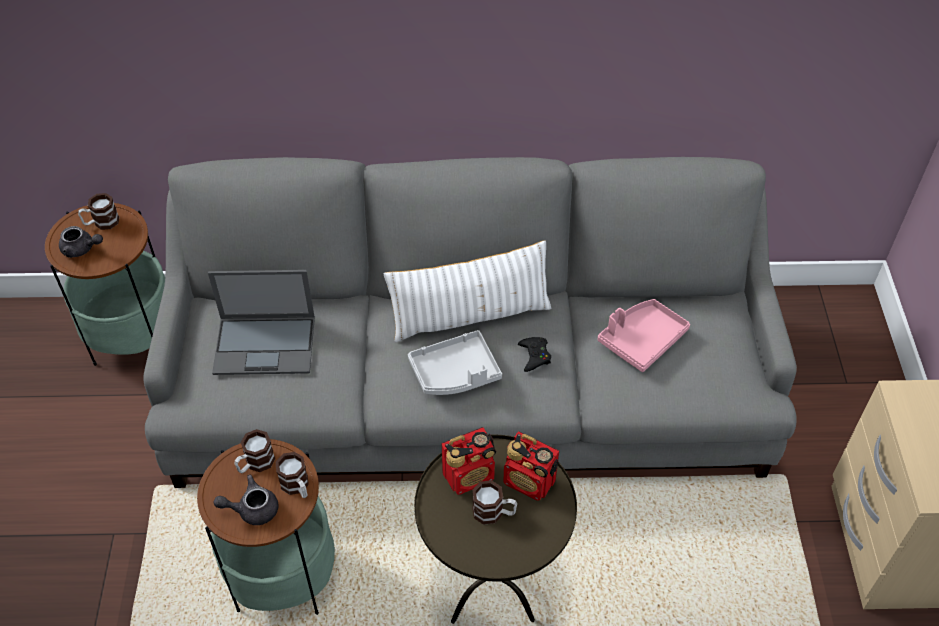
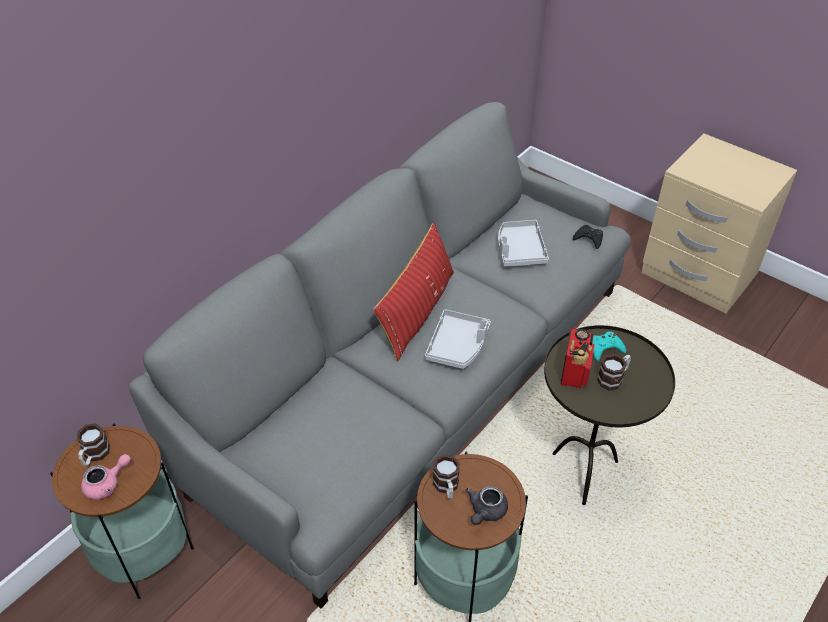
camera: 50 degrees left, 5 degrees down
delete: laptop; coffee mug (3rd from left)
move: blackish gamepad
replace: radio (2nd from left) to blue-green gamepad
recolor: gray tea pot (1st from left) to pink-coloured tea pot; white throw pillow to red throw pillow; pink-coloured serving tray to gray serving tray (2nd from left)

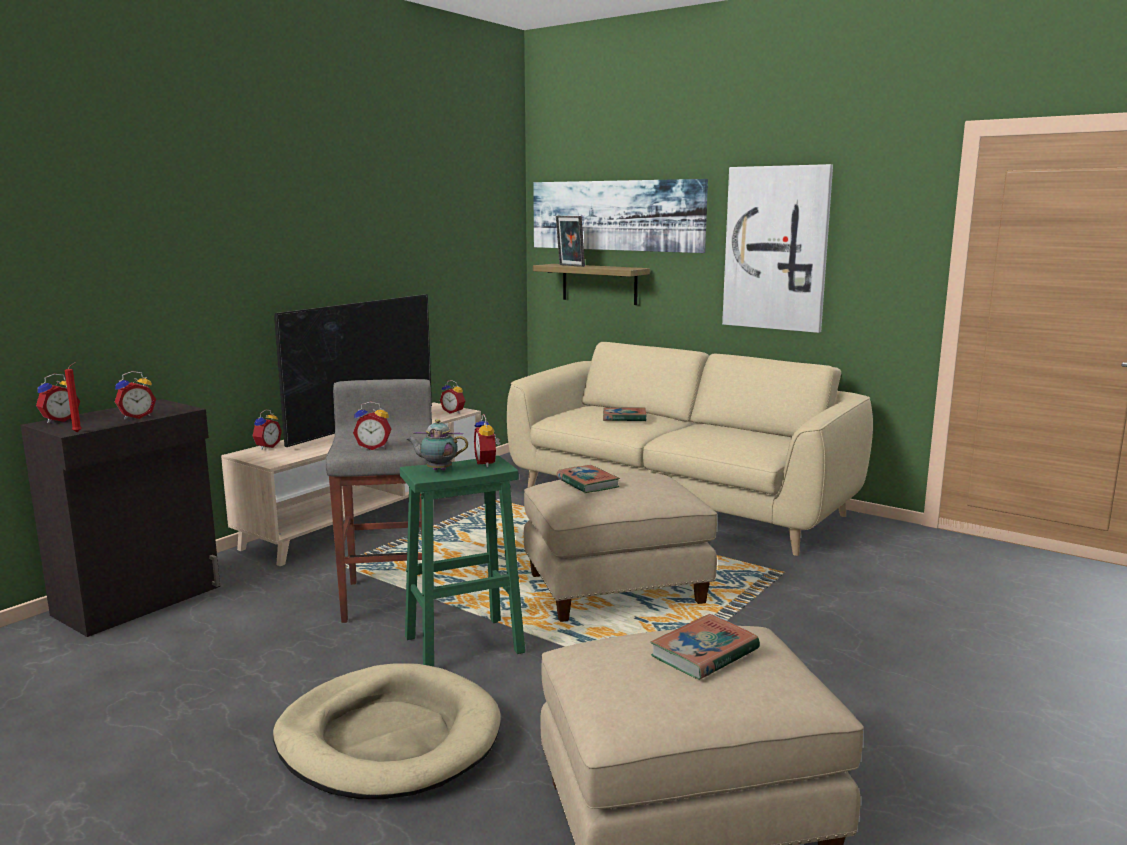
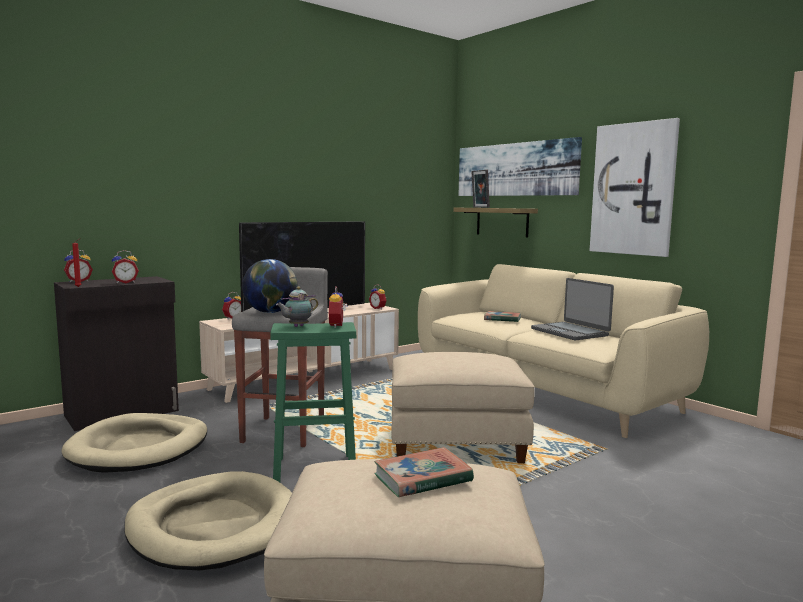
camera: 15 degrees right, 5 degrees down
delete: bound book (1st from left)
insert: beige dog cushion (1st from left); laptop
replace: table clock (4th from left) to world globe
rotate: tea pot 60 degrees counterclockwise

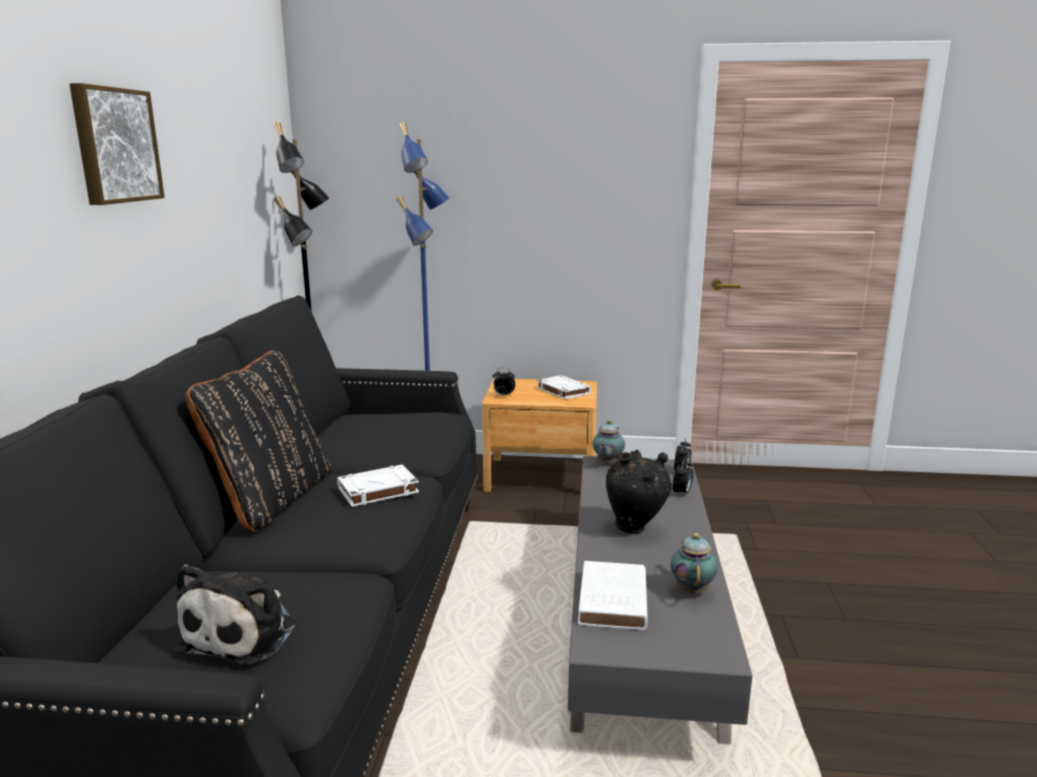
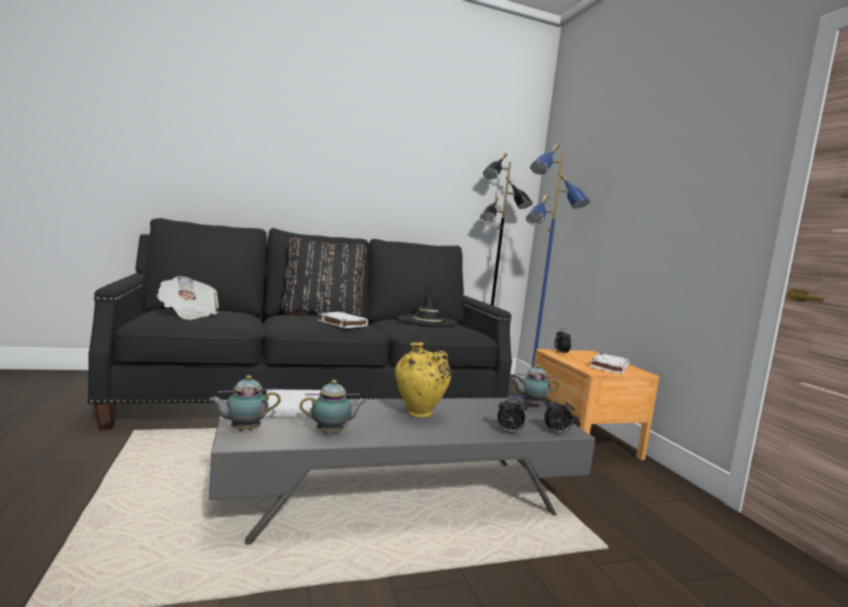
camera: 65 degrees right, 10 degrees down
delete: picture
insert: tea pot (1st from left); blackish clothing hat
replace: cuddly toy to printed paper
recolor: blackish flower vase to yellow-coloured flower vase

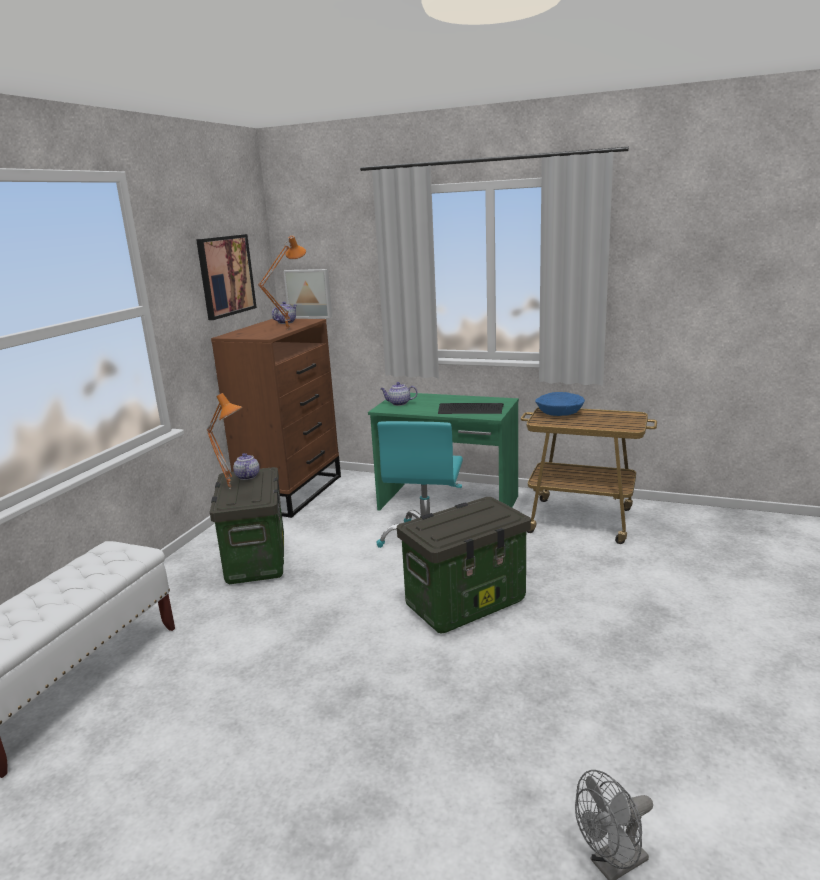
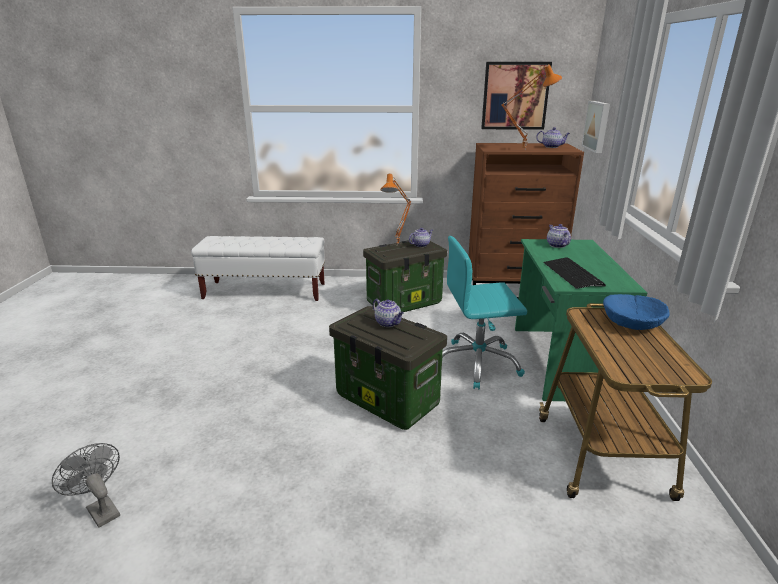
camera: 70 degrees right, 5 degrees up
insert: tea pot (1st from left)

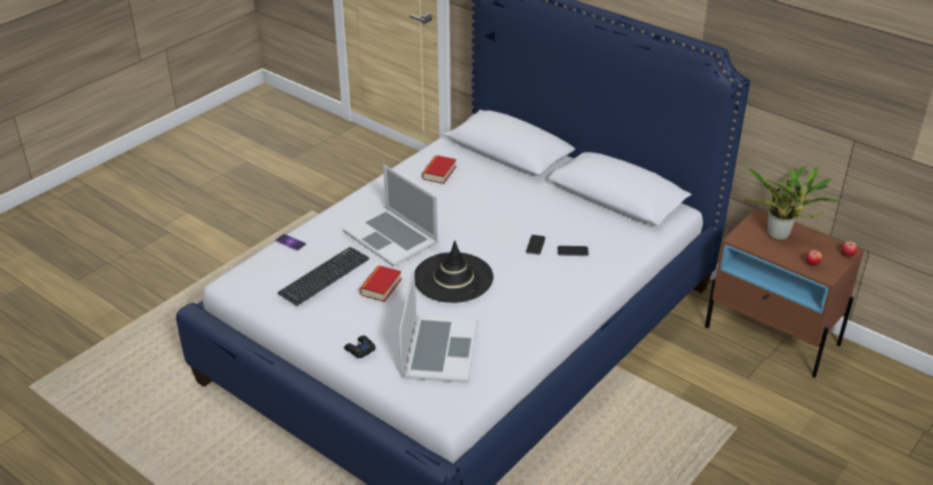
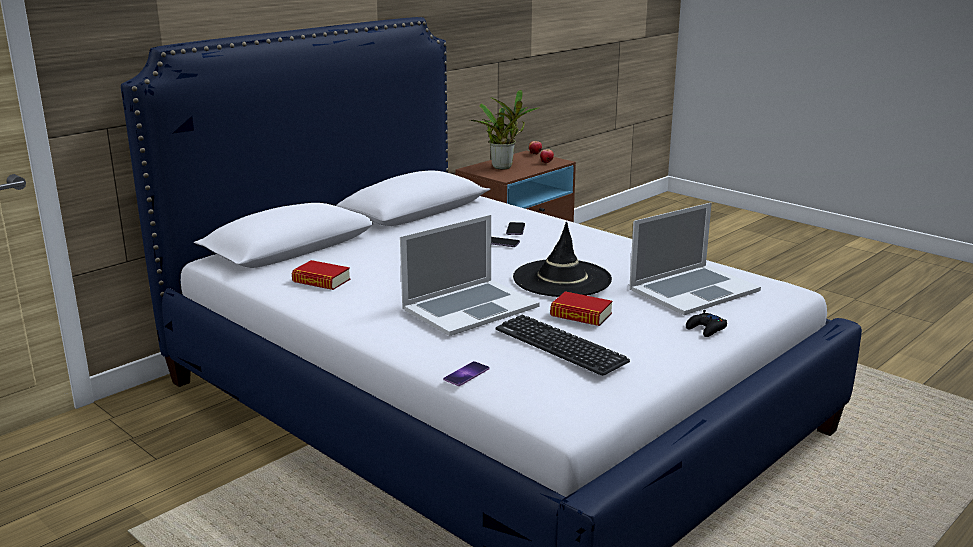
camera: 85 degrees left, 15 degrees down
rotate: laptop (2nd from left) 135 degrees clockwise

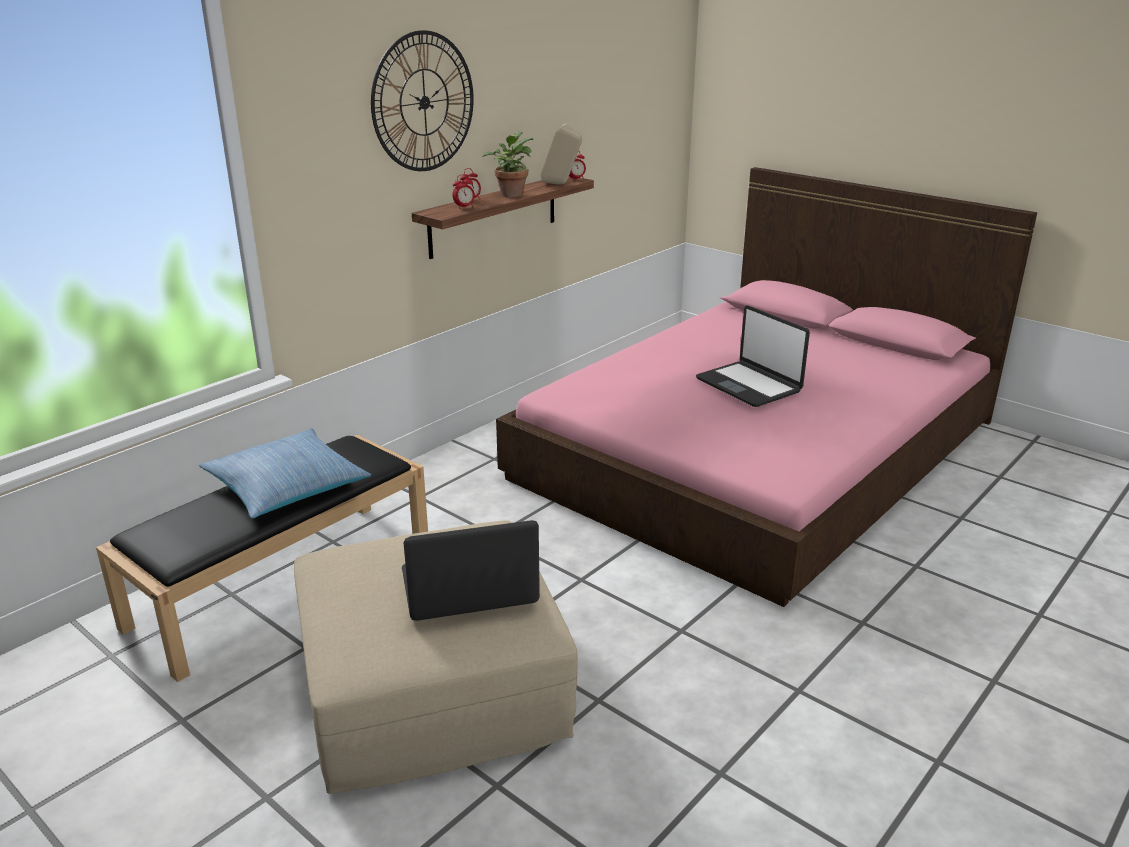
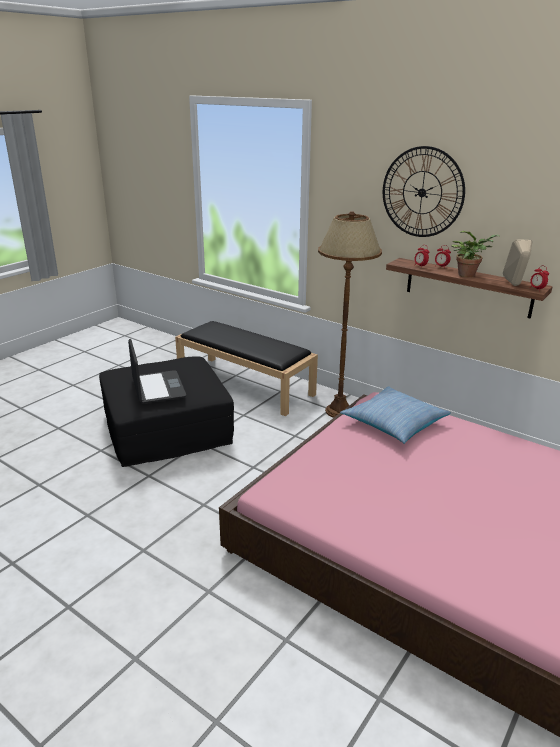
camera: 85 degrees right, 0 degrees up
delete: laptop (2nd from left)
insert: brown standard lamp
move: throw pillow
recolor: beige footrest to blackish footrest

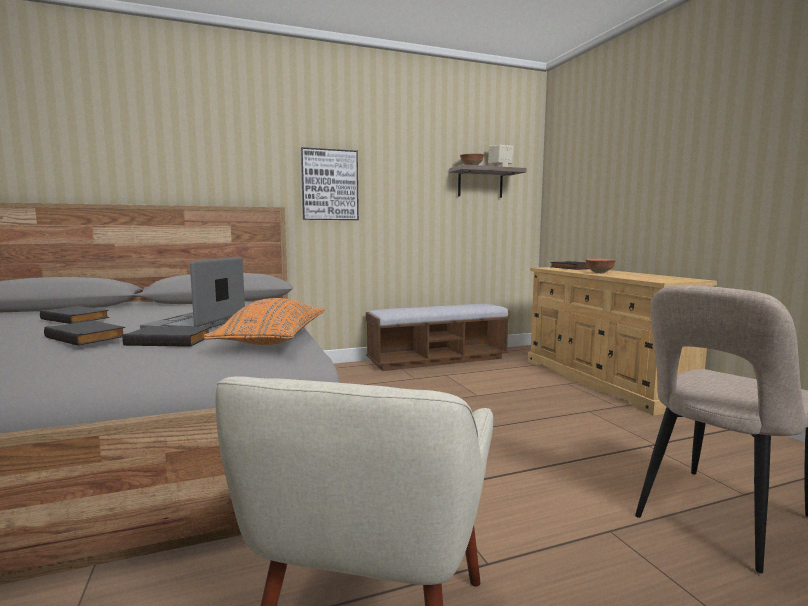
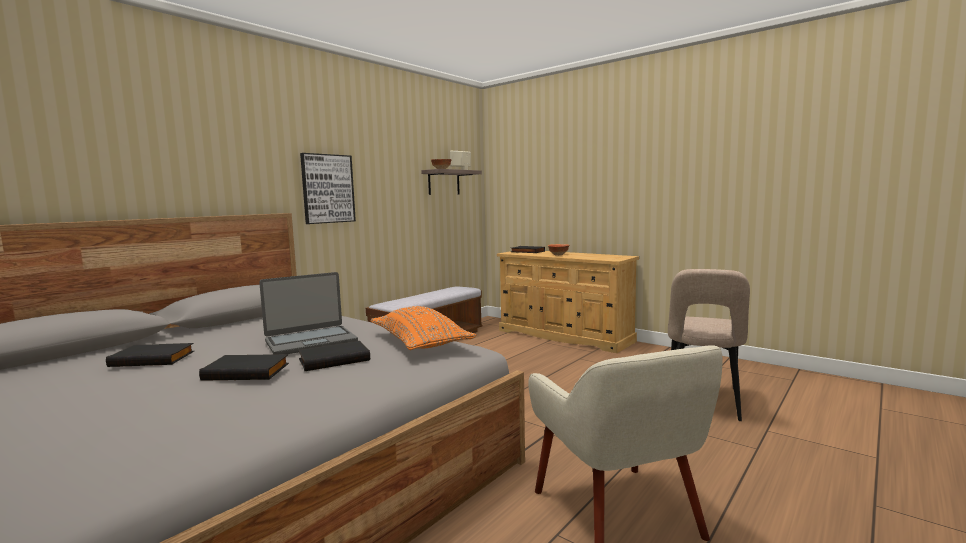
camera: 30 degrees left, 0 degrees up
rotate: laptop 105 degrees counterclockwise

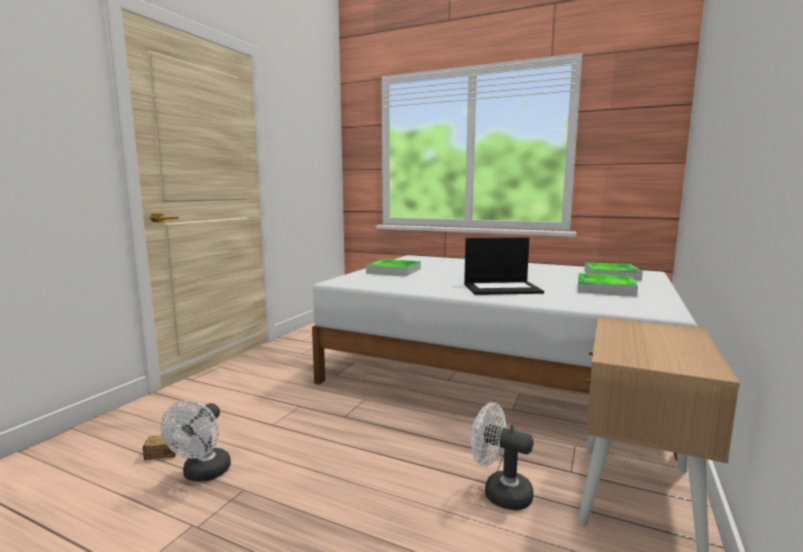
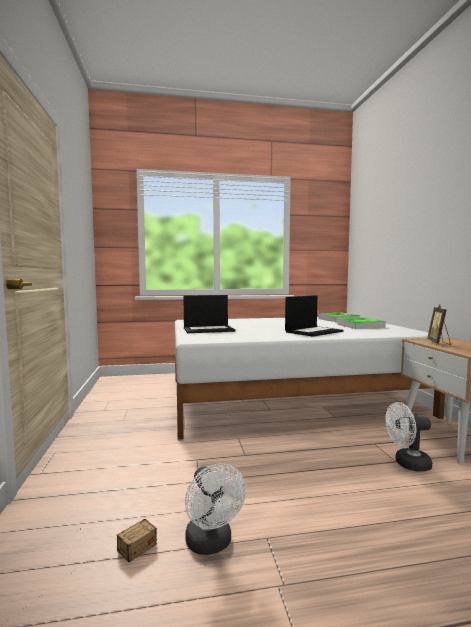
camera: 35 degrees left, 5 degrees down
insert: standing frame
replace: serving tray (1st from left) to laptop (1st from left)

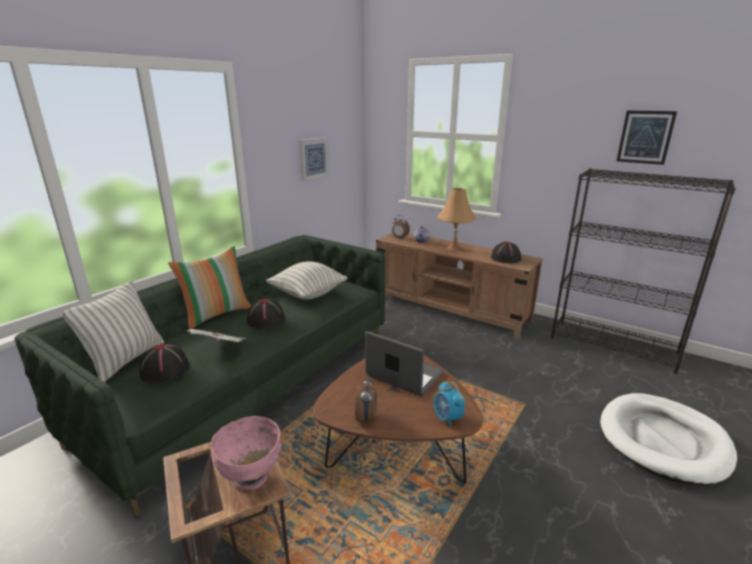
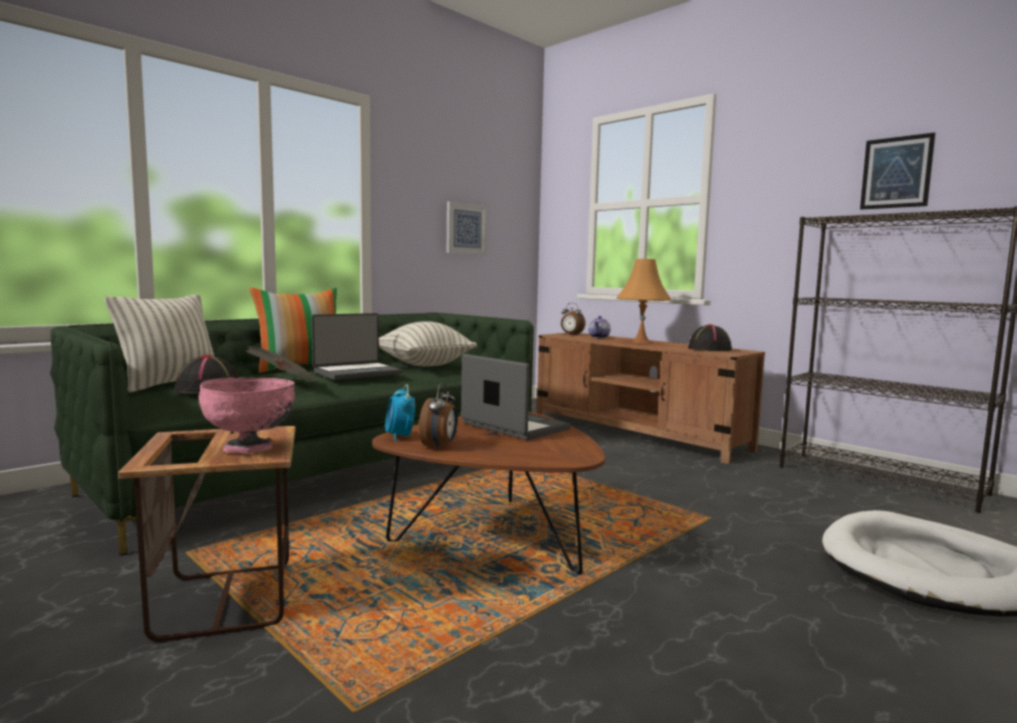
camera: 10 degrees right, 15 degrees down
move: table clock (3rd from left in the first image) to table clock (1st from left)
replace: blackish clothing hat (2nd from left) to laptop (1st from left)

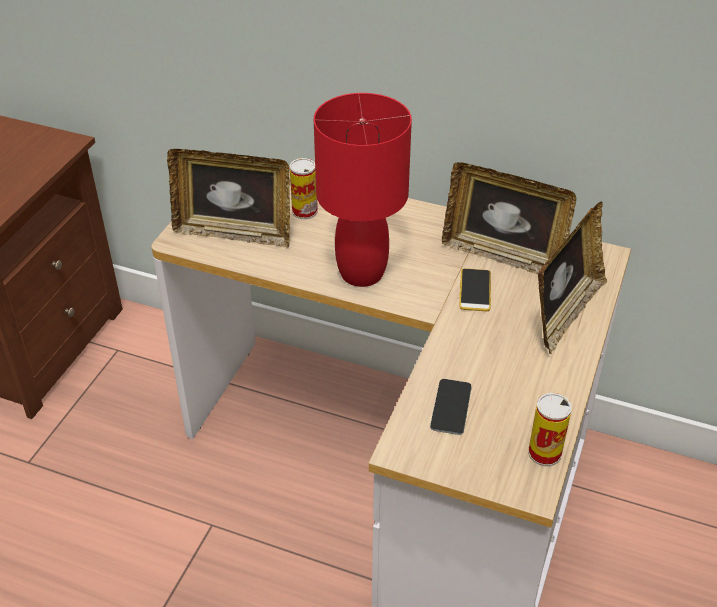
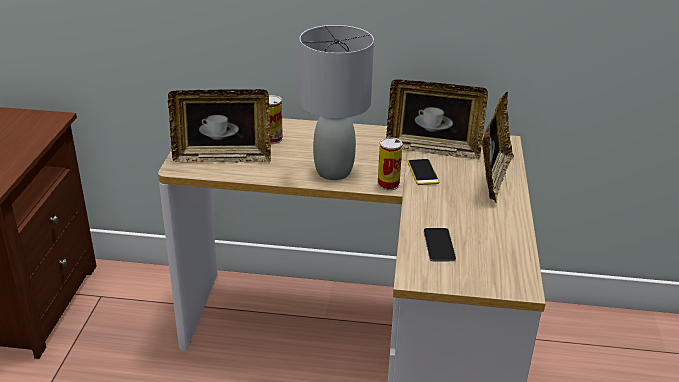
camera: 15 degrees left, 10 degrees down
move: sealed can (2nd from left)
recolor: red lamp for a table to gray lamp for a table

